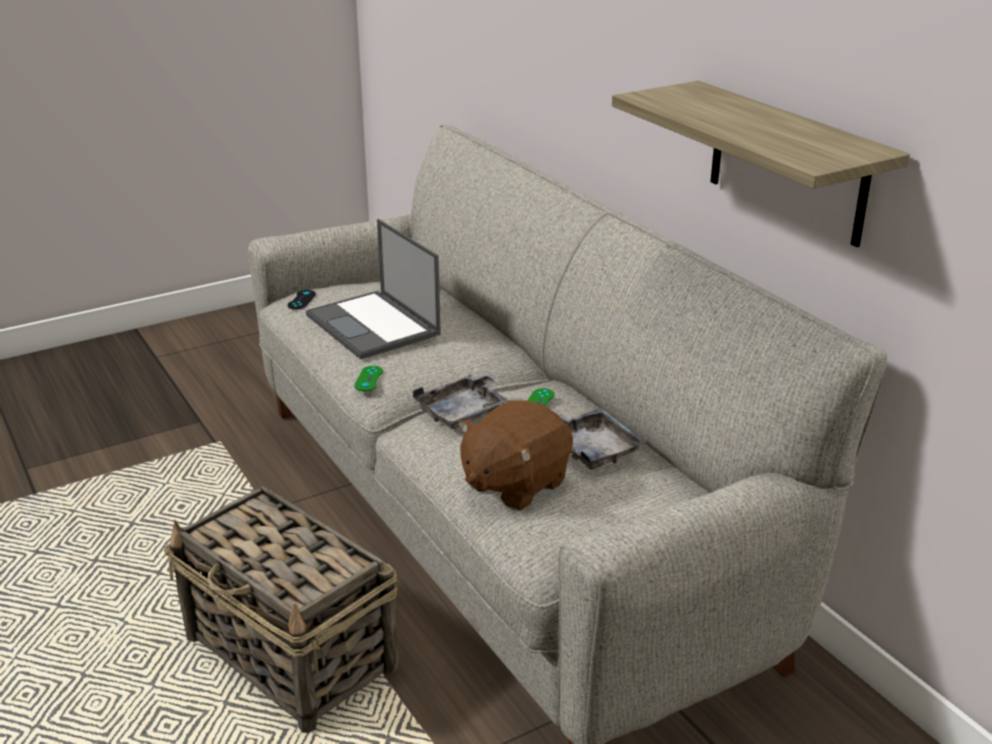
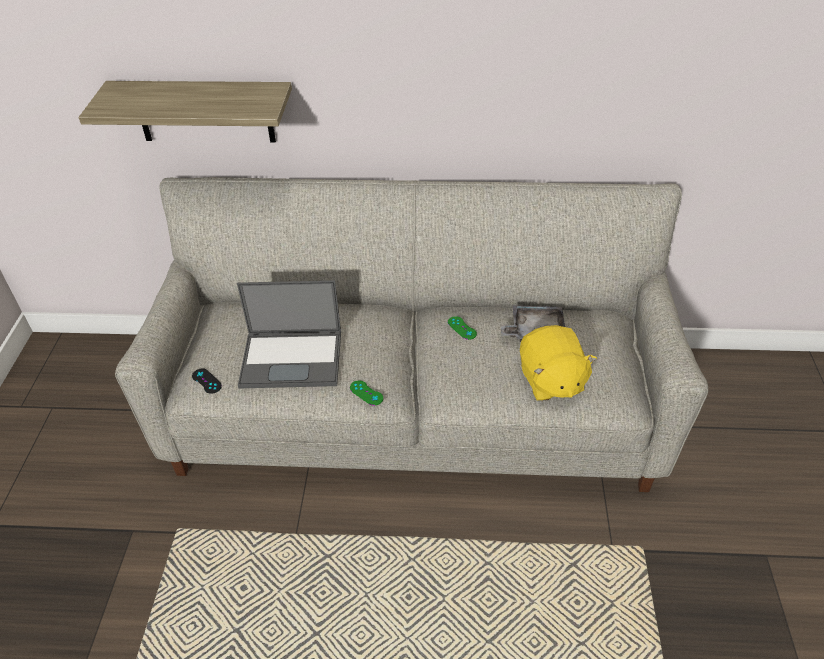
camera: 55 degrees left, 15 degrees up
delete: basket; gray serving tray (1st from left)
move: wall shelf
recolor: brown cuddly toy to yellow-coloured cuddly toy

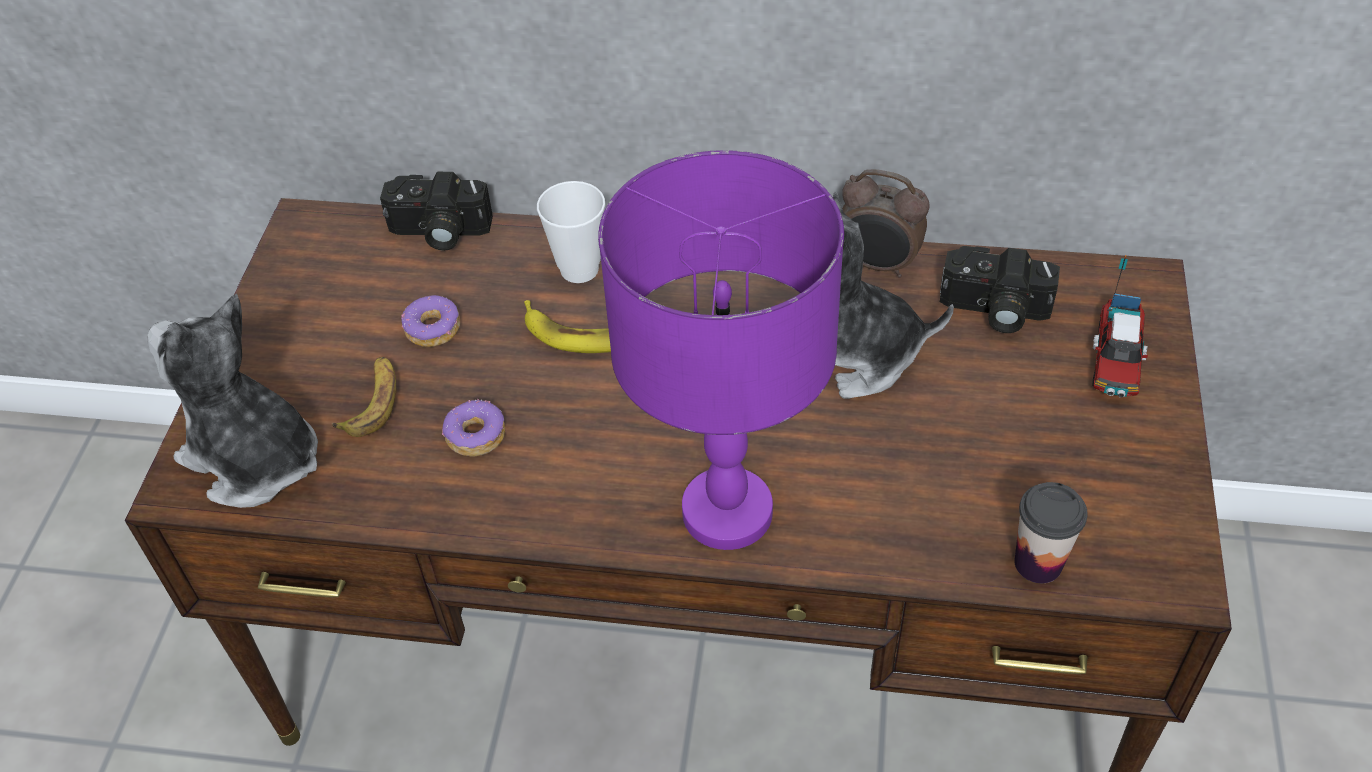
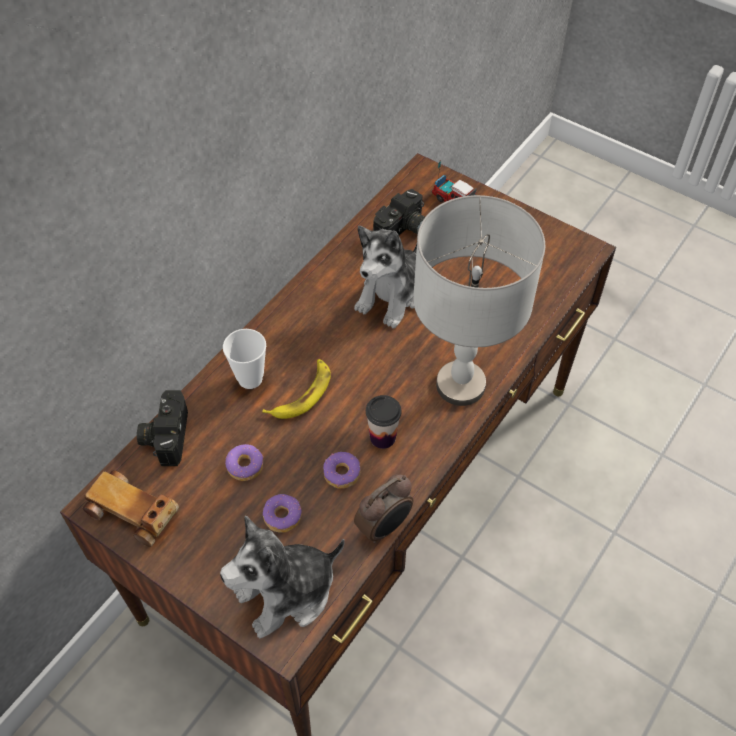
camera: 65 degrees left, 5 degrees up
insert: miniature car
move: table clock; small cup (2nd from left)
replace: banana (1st from left) to doughnut (2nd from left)
recolor: purple-coloured lamp for a table to gray lamp for a table
rotate: still camera (1st from left) 150 degrees clockwise

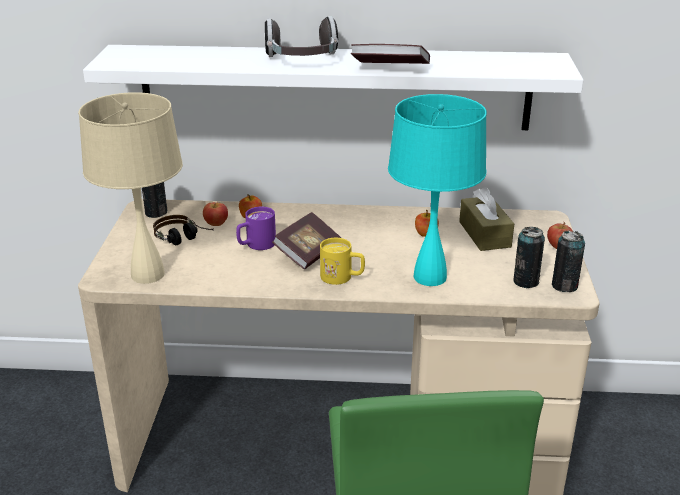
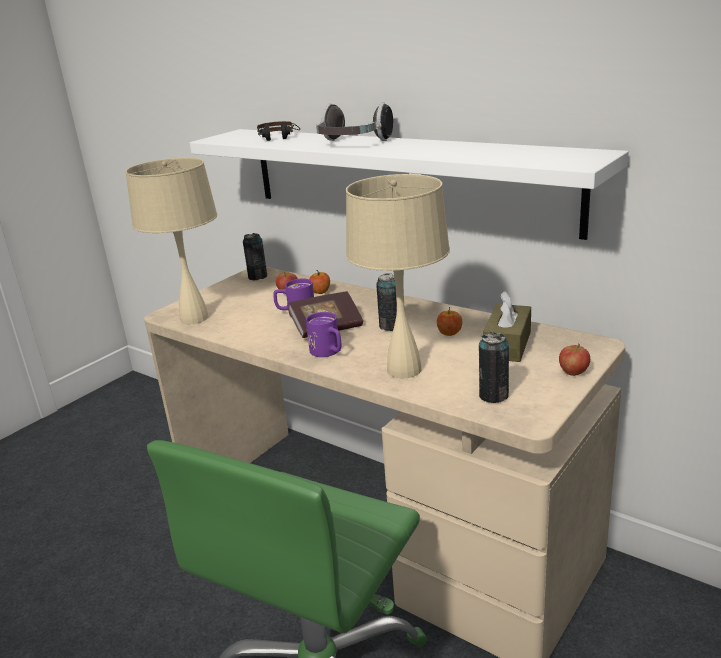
camera: 35 degrees right, 5 degrees down
delete: bound book (2nd from left)
move: headphones (1st from left); sealed can (3rd from left in the first image) to sealed can (2nd from left)
recolor: yellow-coloured coffee mug to purple-coloured coffee mug (2nd from left); blue-green lamp for a table to beige lamp for a table (2nd from left)

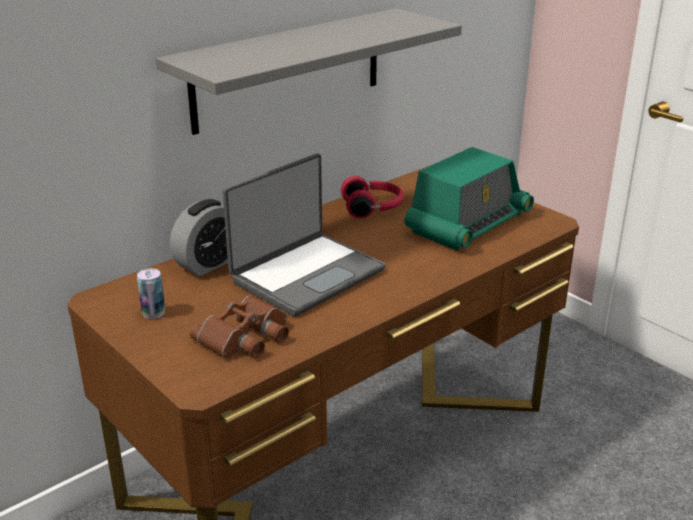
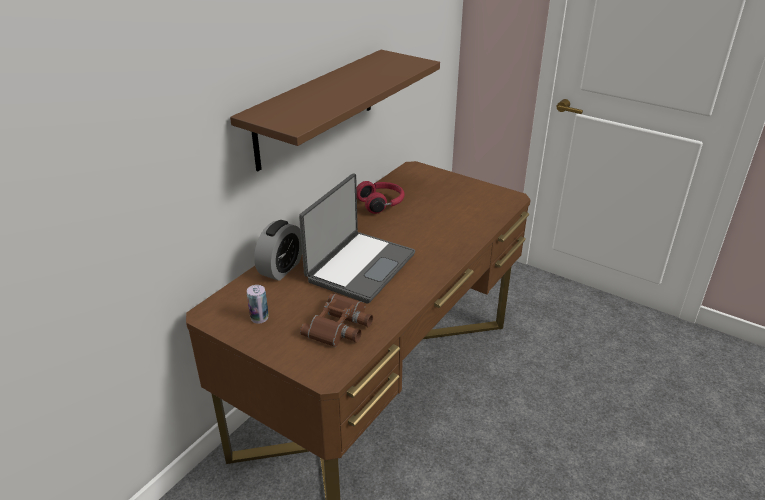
camera: 15 degrees left, 5 degrees up
delete: radio
recolor: gray wall shelf to brown wall shelf

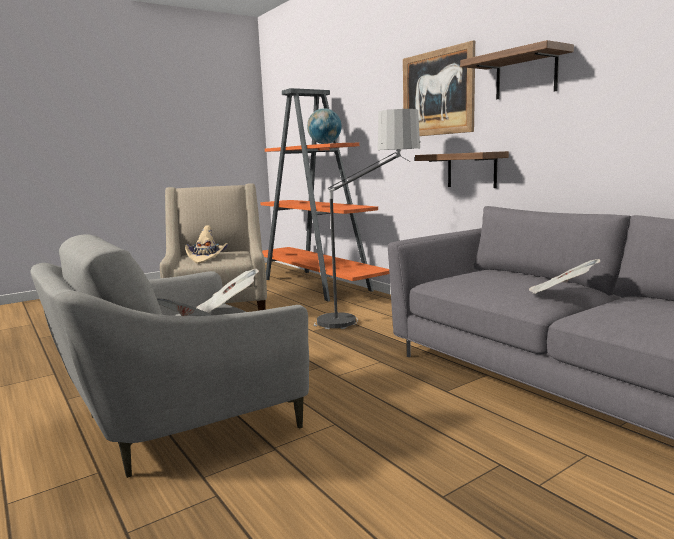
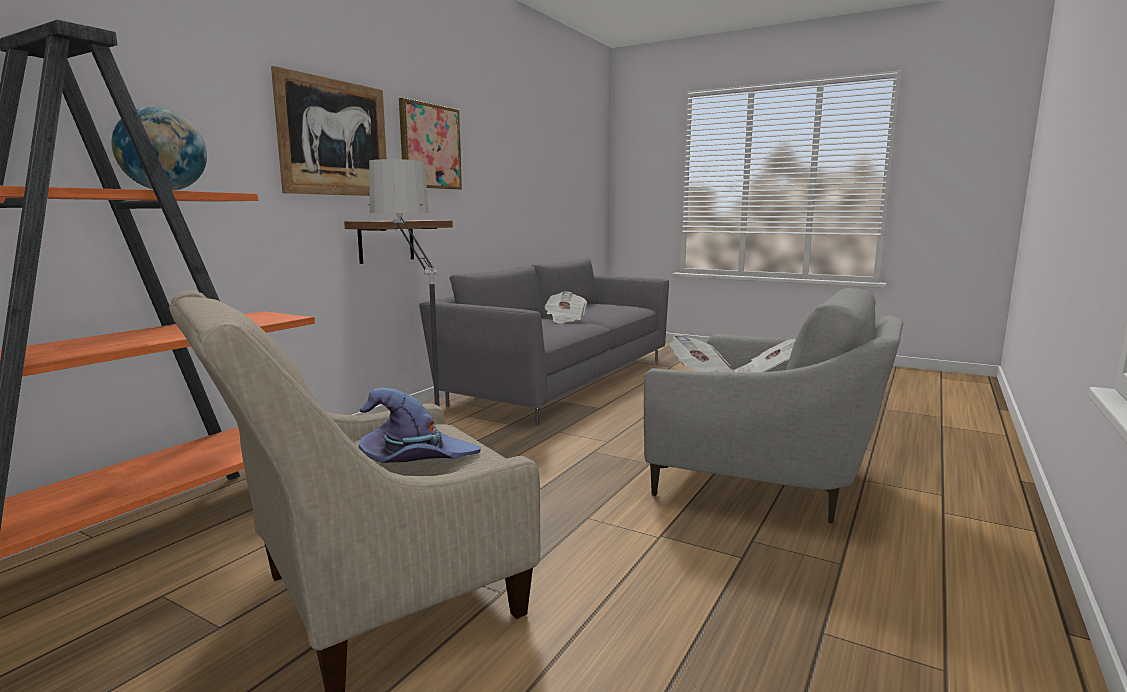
camera: 115 degrees left, 0 degrees up
replace: wall shelf (2nd from left) to picture (2nd from left)
recolor: beige clothing hat to purple-coloured clothing hat

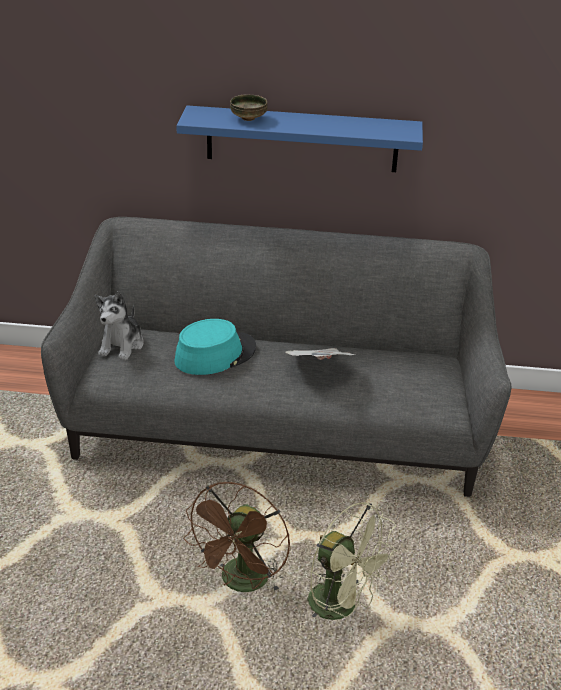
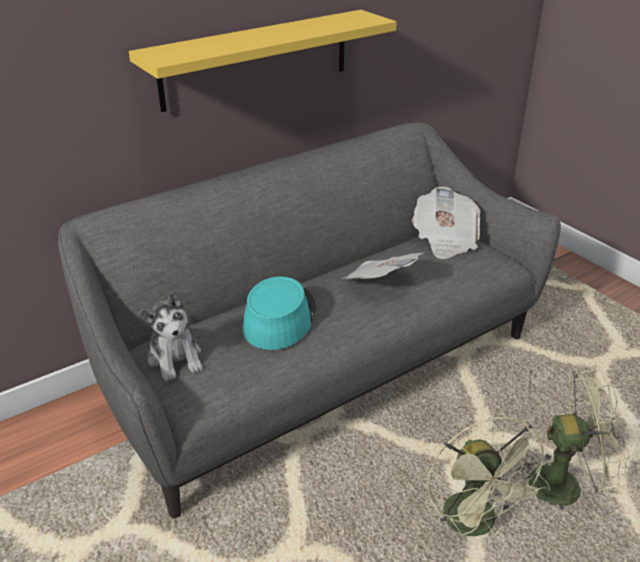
camera: 40 degrees left, 0 degrees up
delete: serving bowl
insert: printed paper (2nd from left)
recolor: blue wall shelf to yellow-coloured wall shelf; brown cooling fan to greenish cooling fan (1st from left)

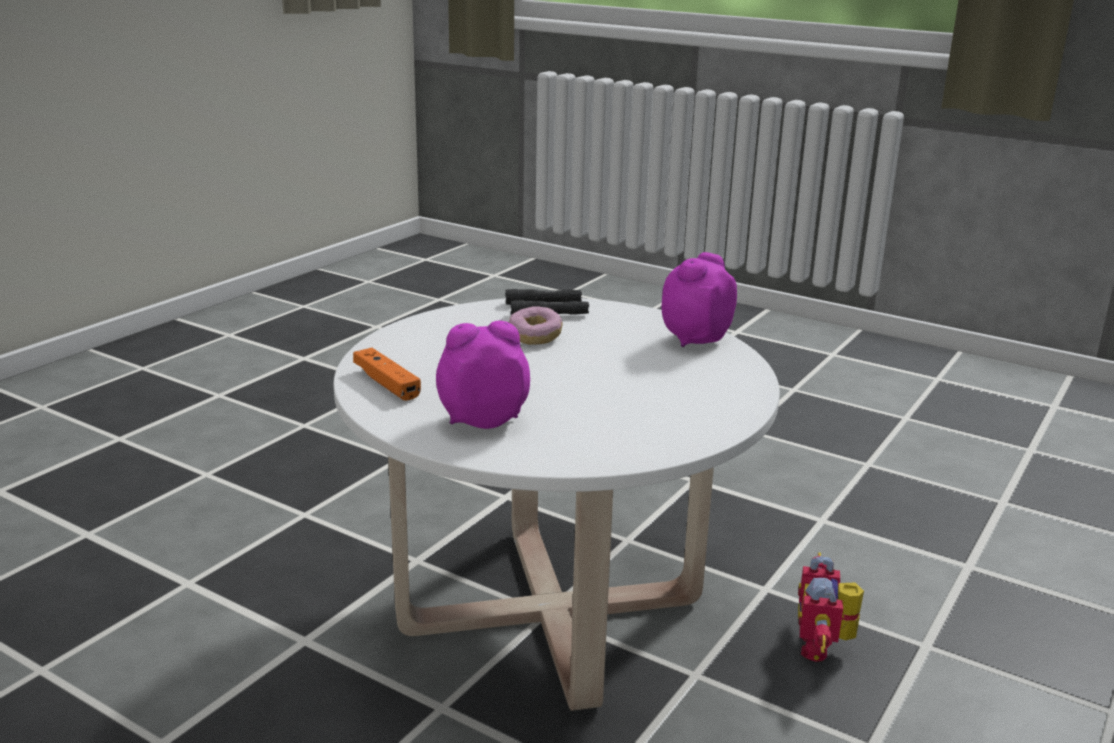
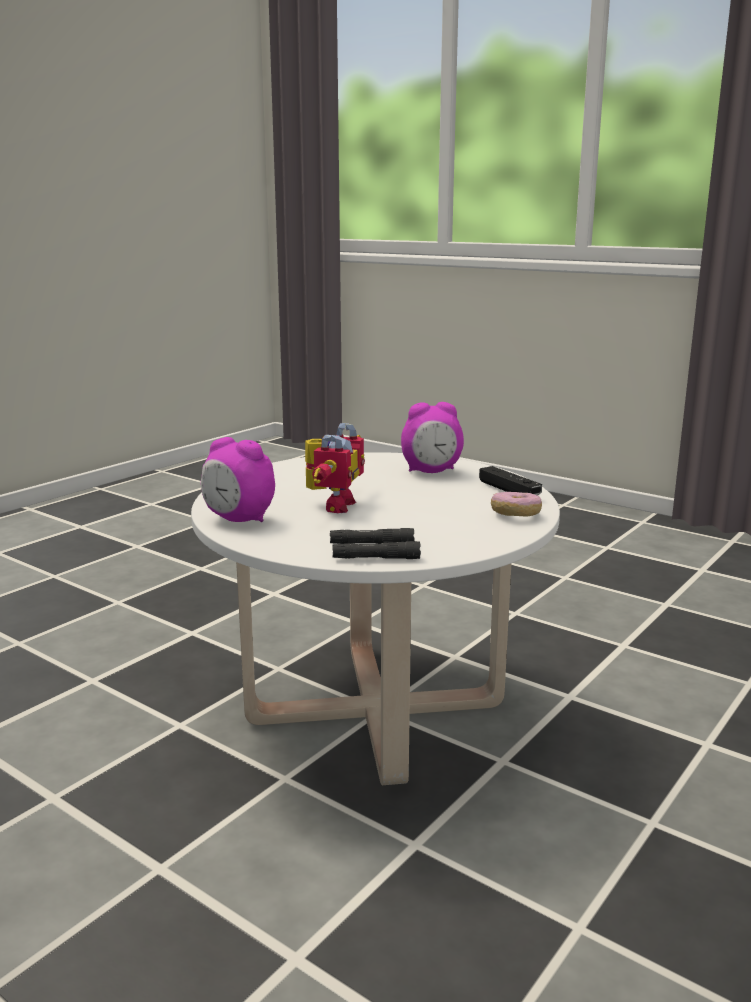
camera: 175 degrees left, 5 degrees down
move: doughnut; robot figure
recolor: orange-coloured gamepad to blackish gamepad
rotate: table clock (2nd from left in the first image) 75 degrees clockwise

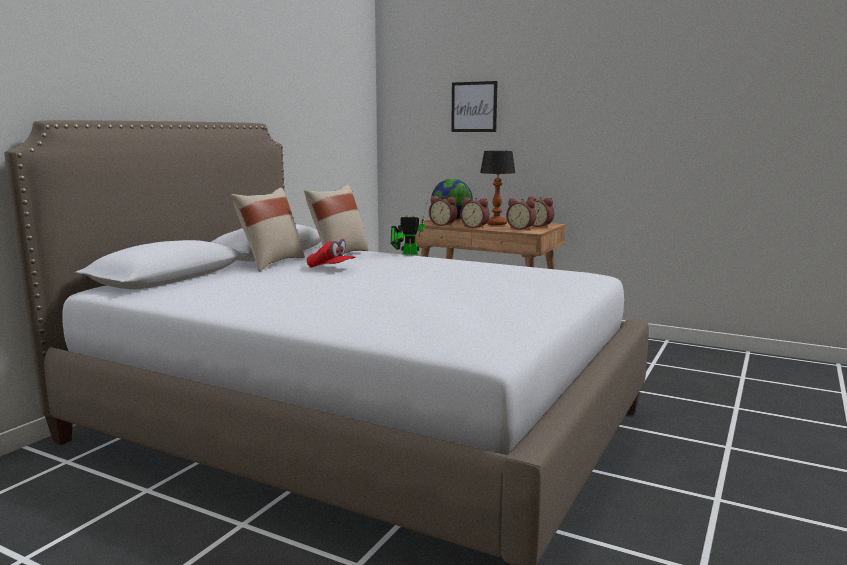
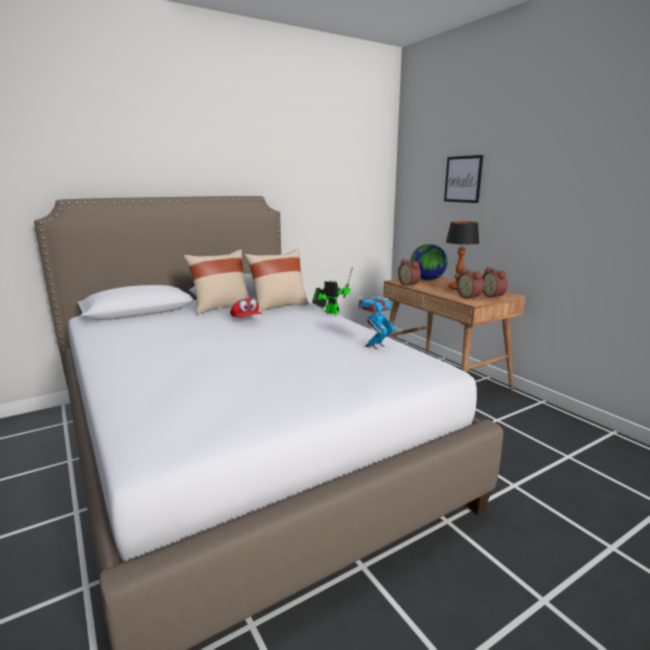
camera: 30 degrees right, 5 degrees up
delete: table clock (2nd from left)
insert: robot figure (2nd from left)

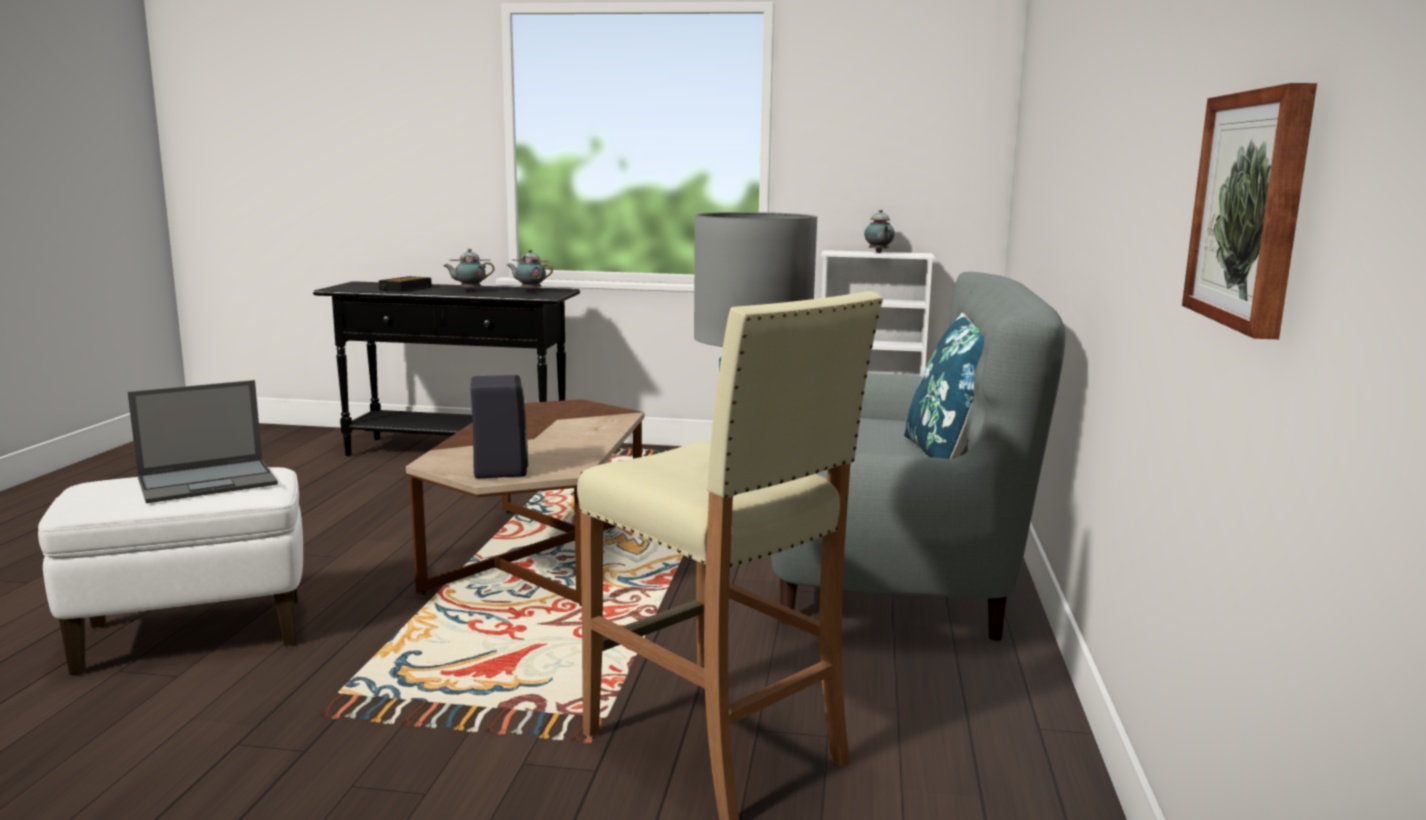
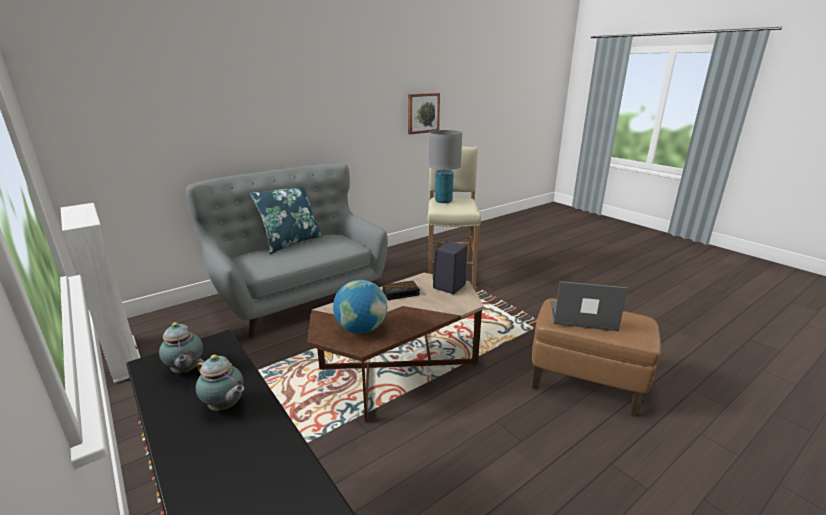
camera: 135 degrees left, 10 degrees up
delete: tea pot (3rd from left)
insert: world globe
move: table clock
recolor: white footrest to brown footrest

